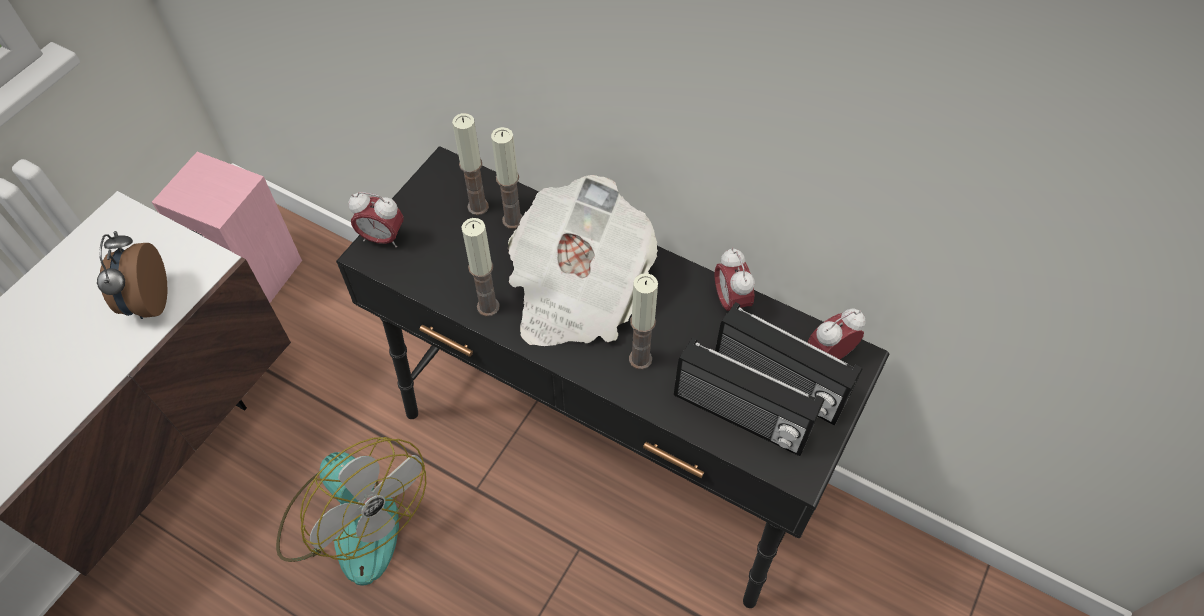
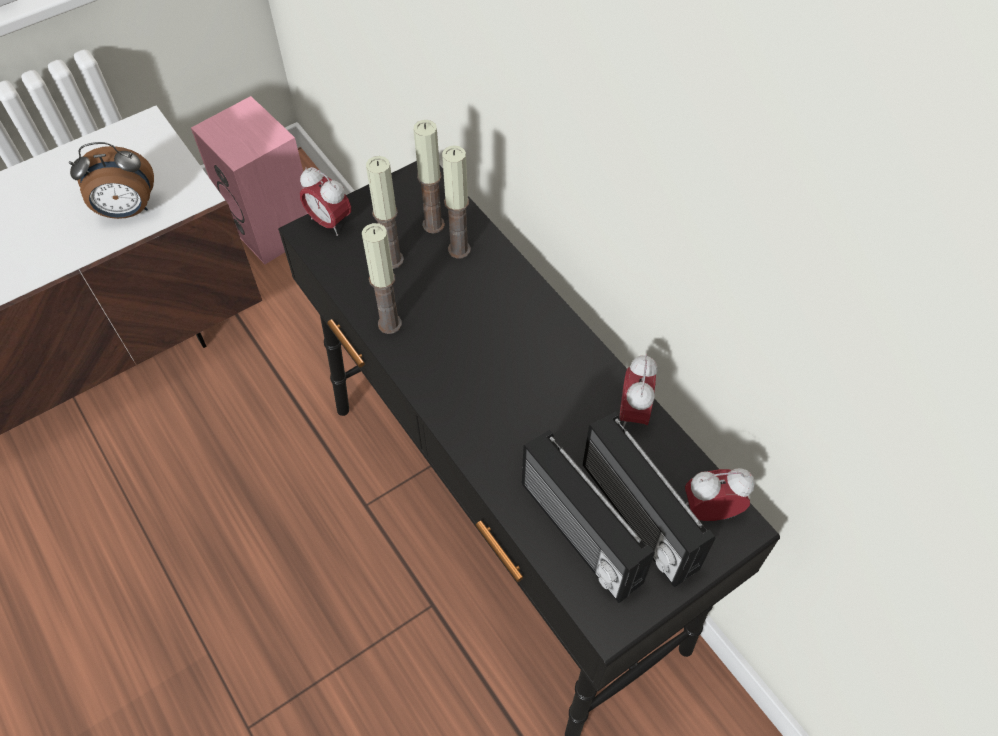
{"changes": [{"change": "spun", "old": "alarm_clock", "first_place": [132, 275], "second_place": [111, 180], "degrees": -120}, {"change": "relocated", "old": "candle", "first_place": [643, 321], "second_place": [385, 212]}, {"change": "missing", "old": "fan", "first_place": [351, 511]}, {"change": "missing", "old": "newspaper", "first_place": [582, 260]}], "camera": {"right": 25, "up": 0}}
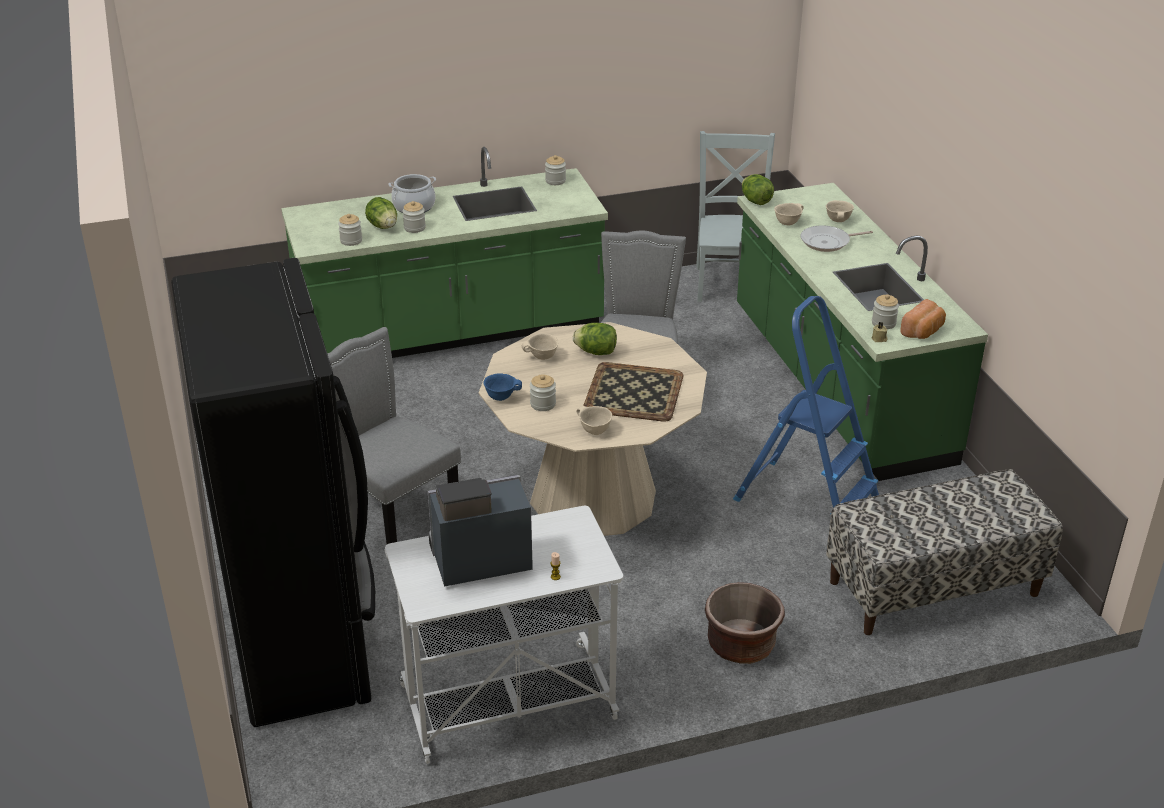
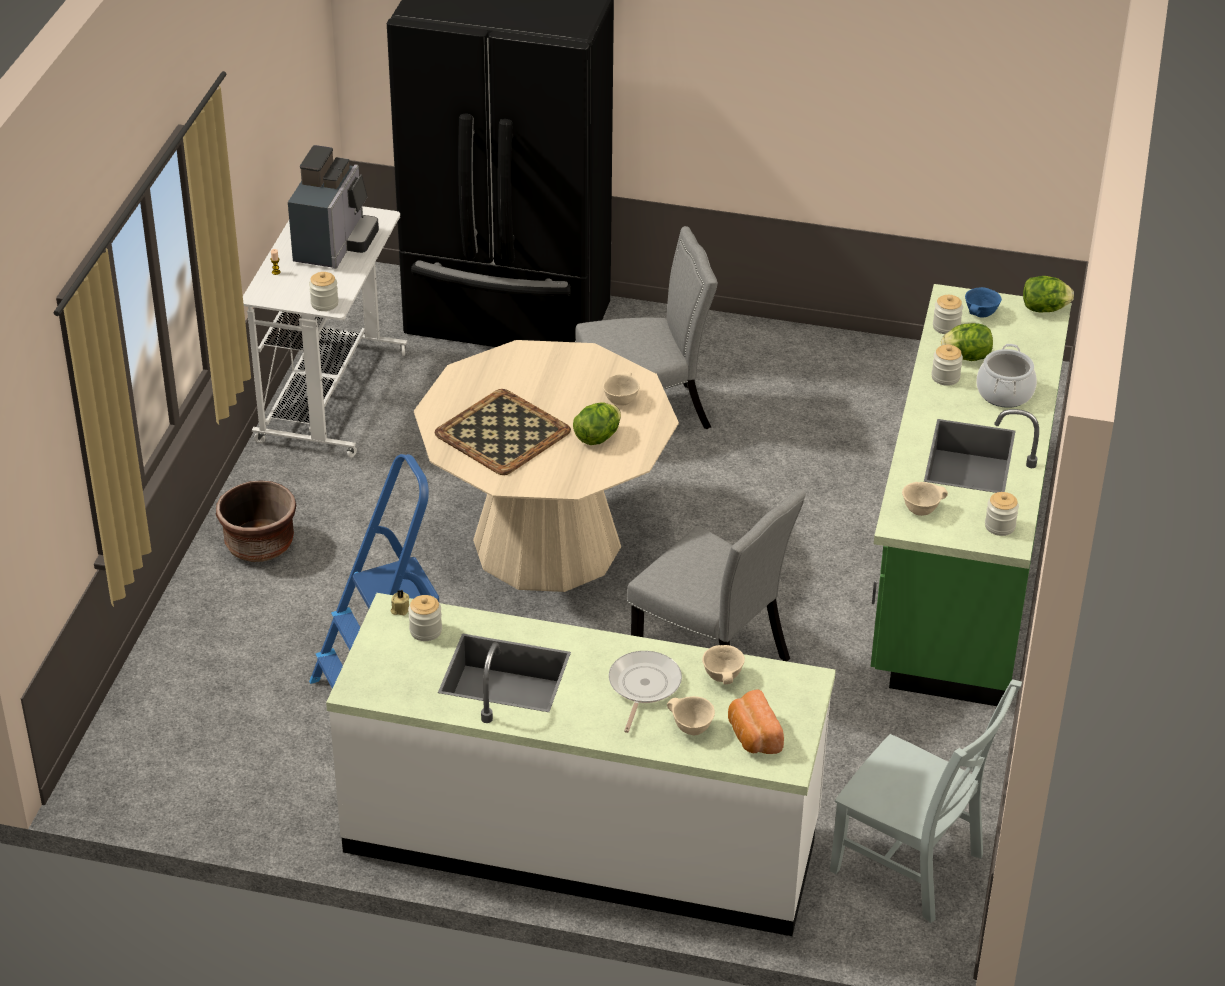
{"changes": [{"change": "relocated", "old": "jar", "first_place": [543, 392], "second_place": [324, 291]}, {"change": "colour", "old": "green_counter", "new": "white_counter", "first_place": [862, 332], "second_place": [581, 764]}, {"change": "relocated", "old": "bread", "first_place": [923, 319], "second_place": [756, 721]}, {"change": "relocated", "old": "beige_bowl", "first_place": [594, 420], "second_place": [925, 499]}, {"change": "relocated", "old": "blue_bowl", "first_place": [502, 387], "second_place": [983, 302]}, {"change": "relocated", "old": "lettuce", "first_place": [758, 189], "second_place": [1048, 294]}, {"change": "missing", "old": "bench", "first_place": [944, 552]}], "camera": {"right": 120, "up": 5}}
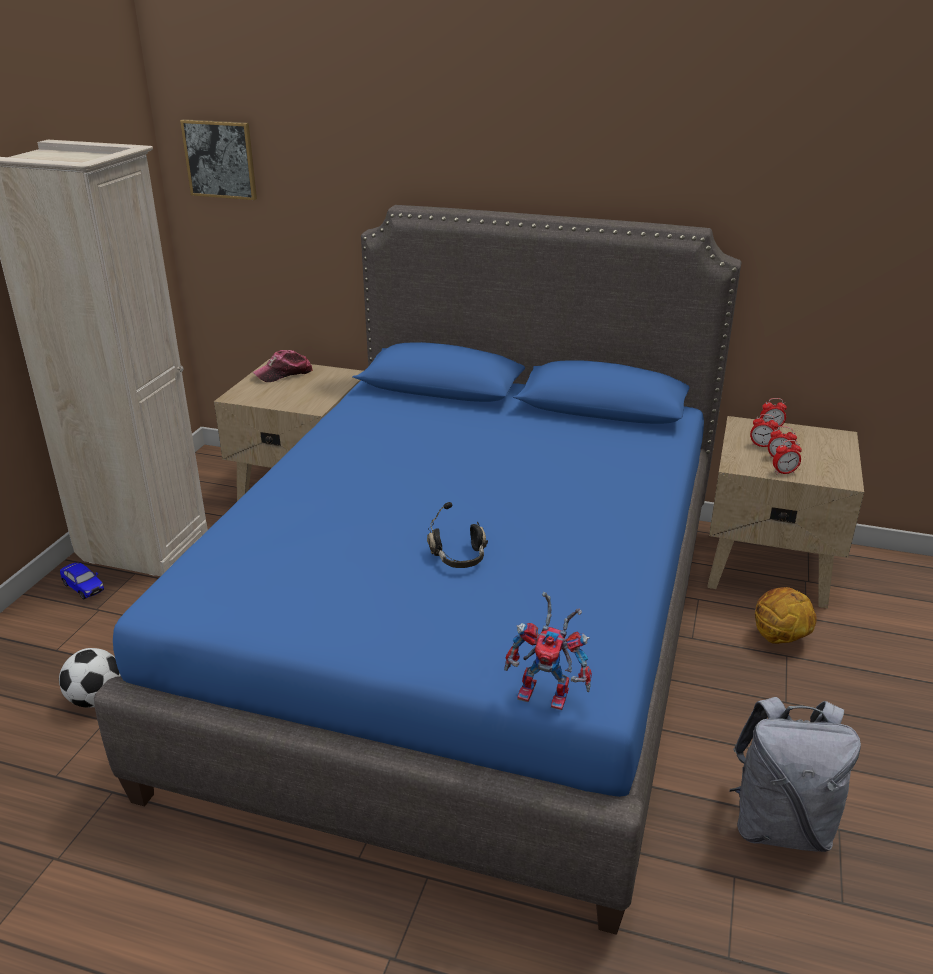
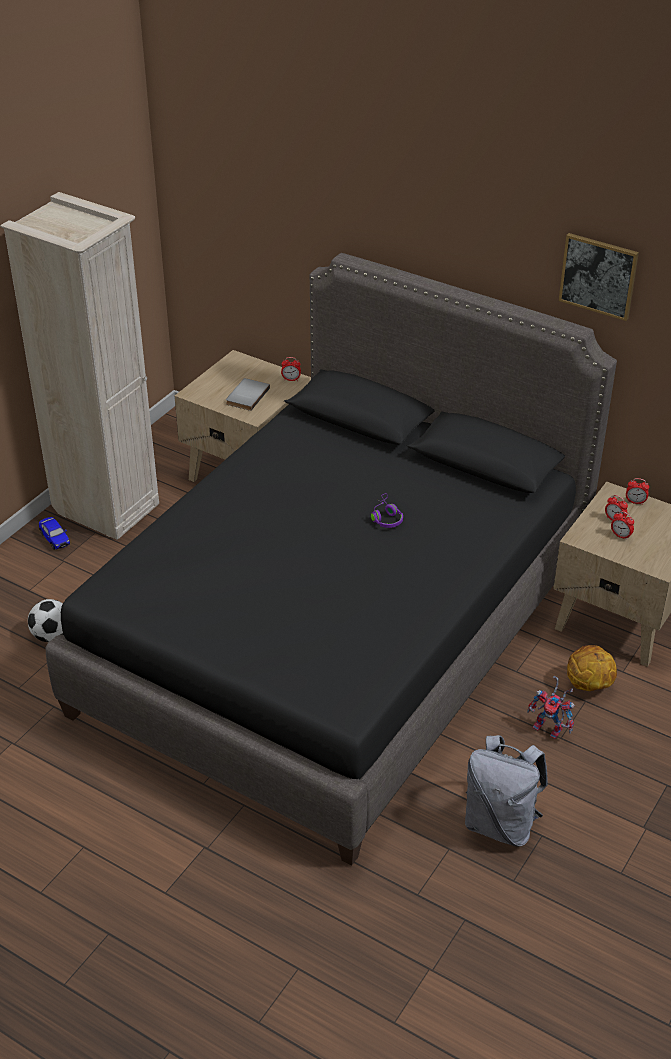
{"changes": [{"change": "colour", "old": "blue_bed", "new": "black_bed", "first_place": [418, 570], "second_place": [331, 559]}, {"change": "appeared", "new": "grey_book", "second_place": [248, 394]}, {"change": "relocated", "old": "alarm_clock", "first_place": [787, 457], "second_place": [291, 369]}, {"change": "appeared", "new": "purple_headphones", "second_place": [387, 510]}, {"change": "relocated", "old": "toy_robot", "first_place": [548, 651], "second_place": [551, 707]}, {"change": "relocated", "old": "picture", "first_place": [218, 159], "second_place": [599, 277]}, {"change": "missing", "old": "cap", "first_place": [283, 366]}, {"change": "missing", "old": "black_headphones", "first_place": [457, 535]}], "camera": {"right": 15, "up": 10}}
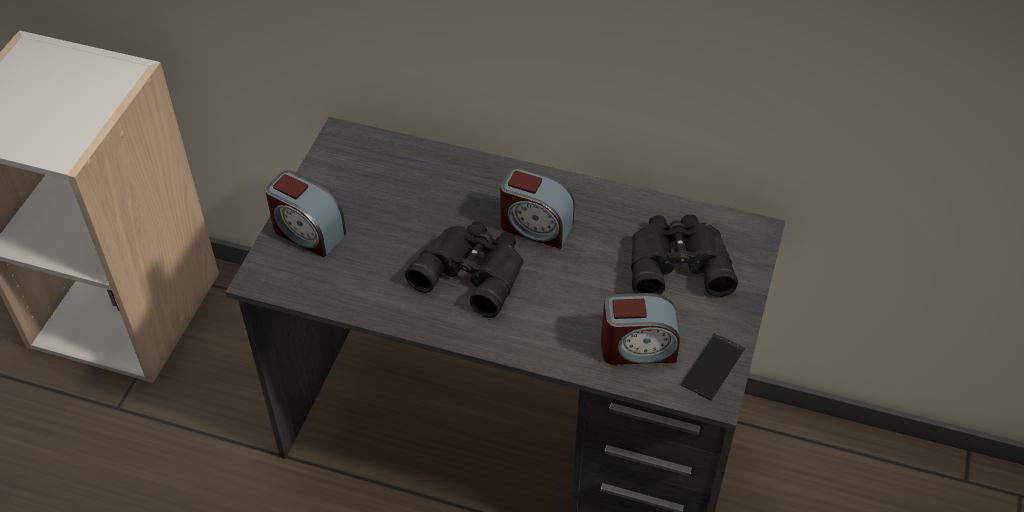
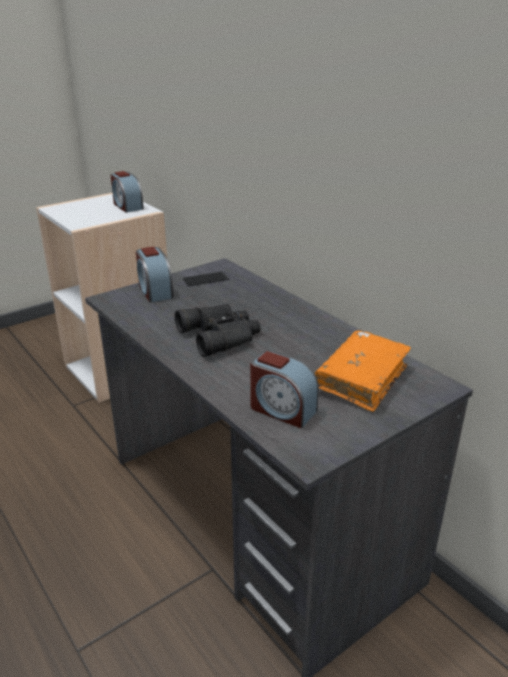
{"changes": [{"change": "relocated", "old": "alarm_clock", "first_place": [537, 208], "second_place": [127, 192]}, {"change": "relocated", "old": "phone", "first_place": [712, 367], "second_place": [206, 279]}, {"change": "exchanged", "old": "black_binoculars", "new": "orange_book", "first_place": [684, 255], "second_place": [362, 371]}], "camera": {"right": 35, "up": -20}}
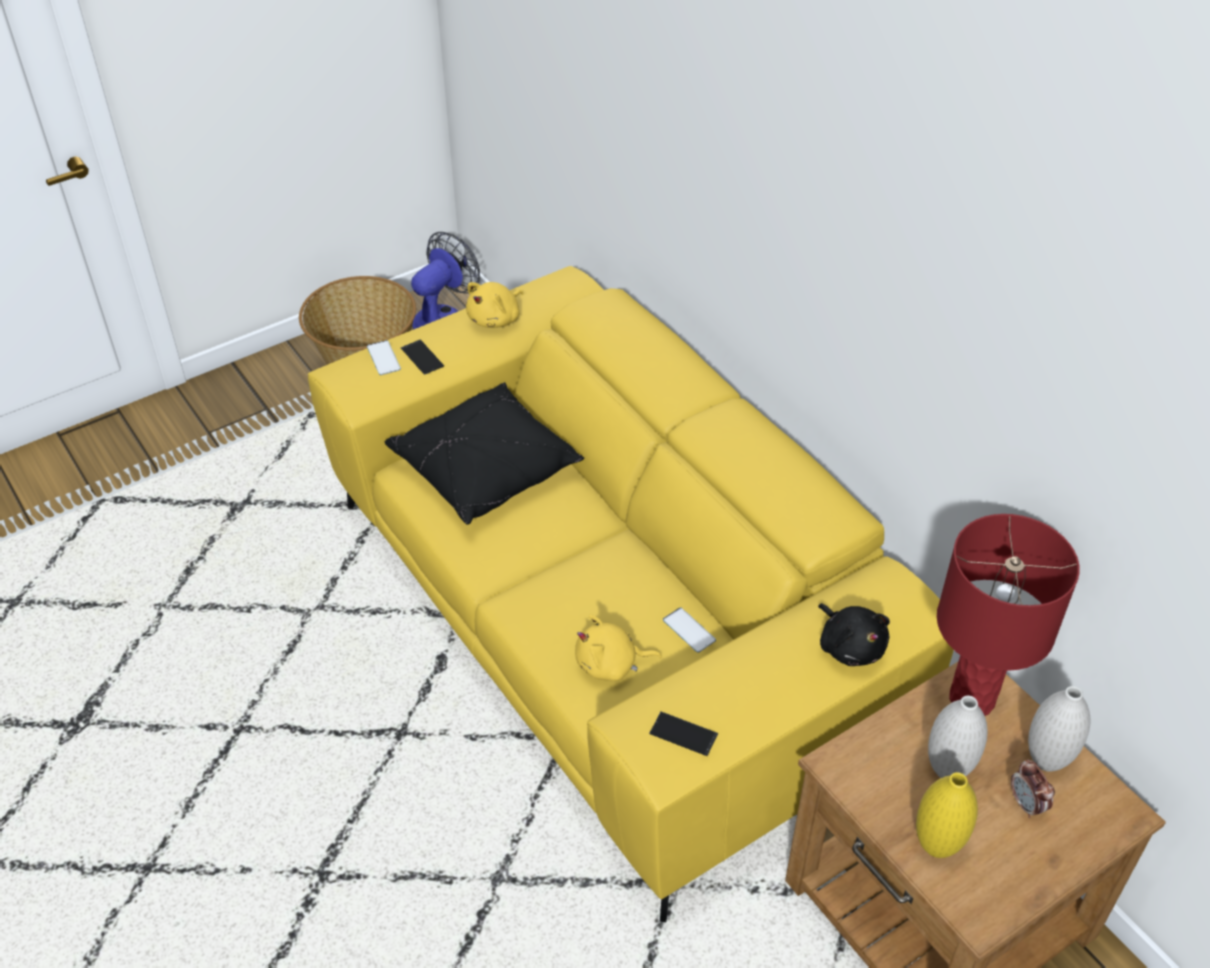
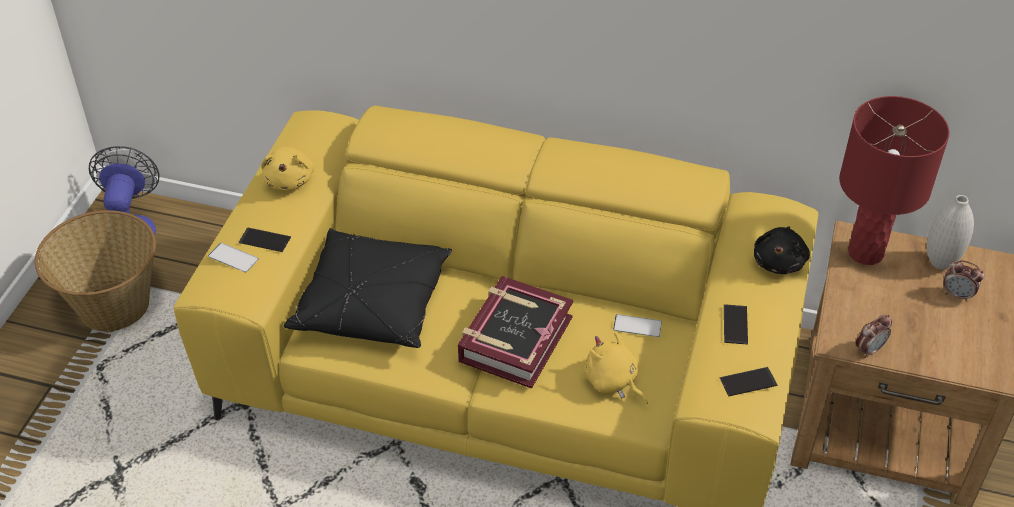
{"changes": [{"change": "appeared", "new": "book", "second_place": [515, 332]}, {"change": "spun", "old": "yellow_plush_toy", "first_place": [618, 648], "second_place": [616, 368], "degrees": 90}, {"change": "appeared", "new": "phone", "second_place": [736, 324]}, {"change": "spun", "old": "black_plush_toy", "first_place": [854, 634], "second_place": [782, 250], "degrees": 90}, {"change": "appeared", "new": "alarm_clock", "second_place": [873, 336]}, {"change": "missing", "old": "yellow_vase", "first_place": [947, 815]}, {"change": "missing", "old": "white_vase", "first_place": [958, 737]}], "camera": {"right": -40, "up": 0}}
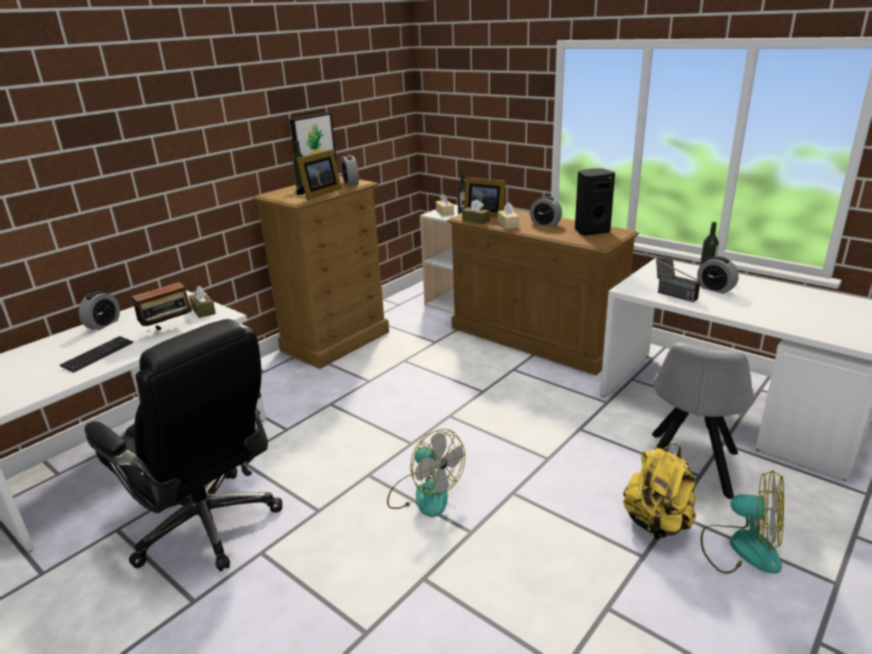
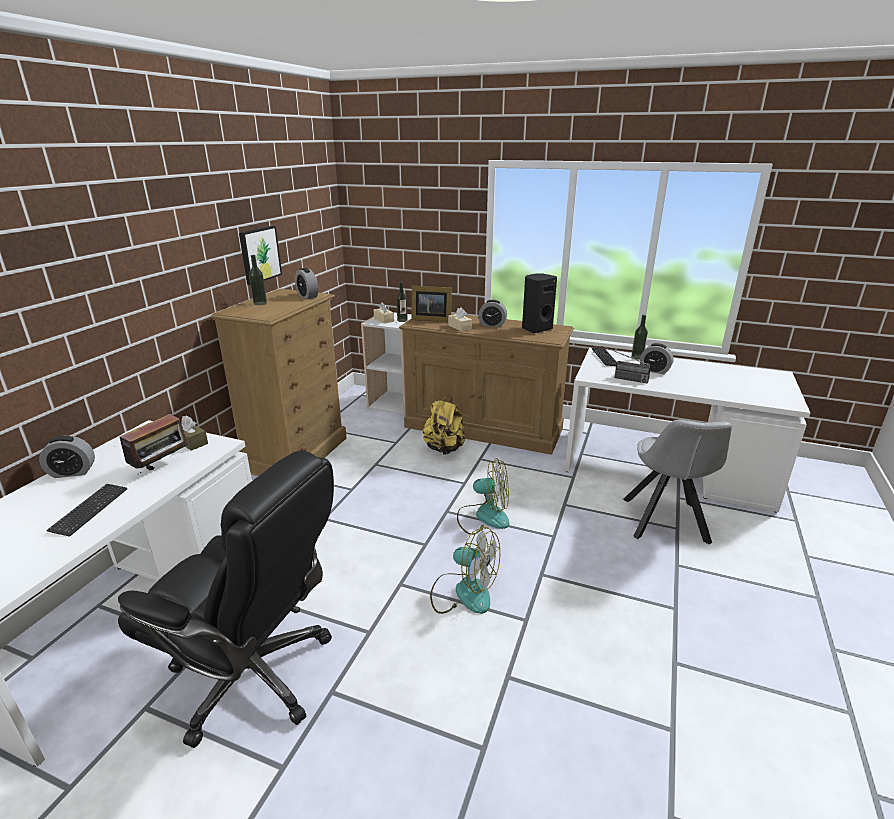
{"changes": [{"change": "spun", "old": "alarm_clock", "first_place": [99, 310], "second_place": [67, 457], "degrees": 75}, {"change": "relocated", "old": "yellow_backpack", "first_place": [659, 492], "second_place": [444, 425]}, {"change": "relocated", "old": "fan", "first_place": [742, 522], "second_place": [483, 496]}, {"change": "missing", "old": "picture_frame", "first_place": [319, 174]}, {"change": "missing", "old": "brown_tissue_box", "first_place": [476, 212]}], "camera": {"right": -20, "up": 0}}
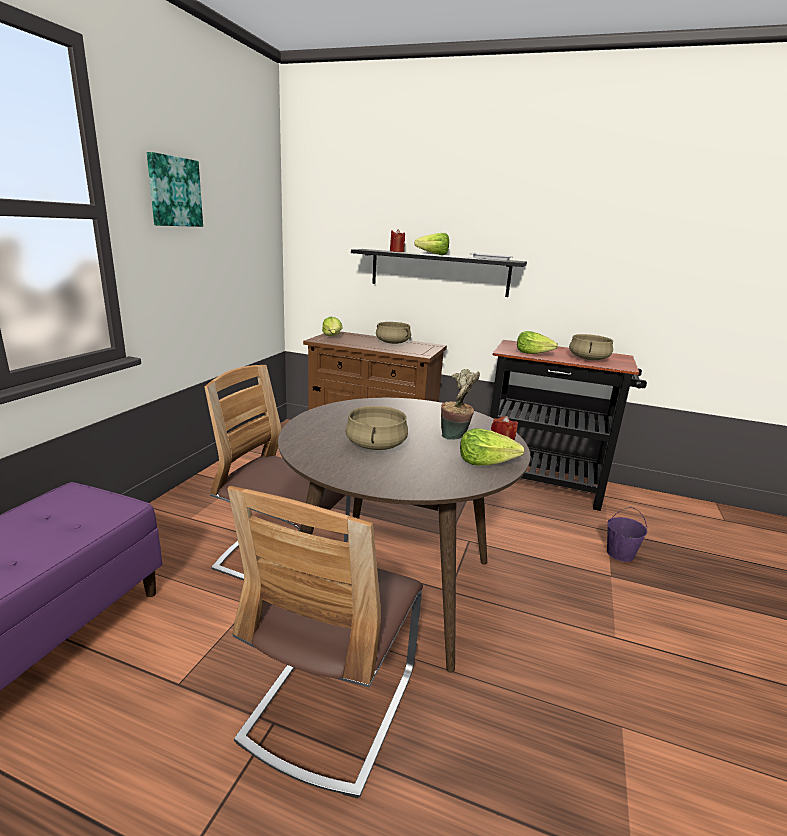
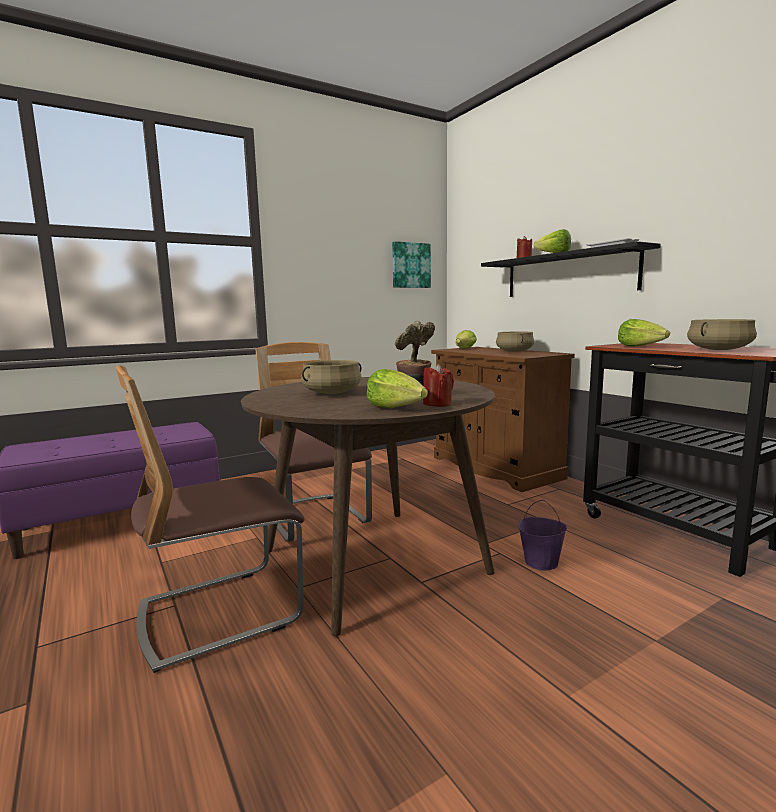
{"changes": [{"change": "relocated", "old": "picture", "first_place": [175, 189], "second_place": [411, 264]}, {"change": "relocated", "old": "purple_bucket", "first_place": [627, 534], "second_place": [542, 535]}], "camera": {"right": 40, "up": -10}}
